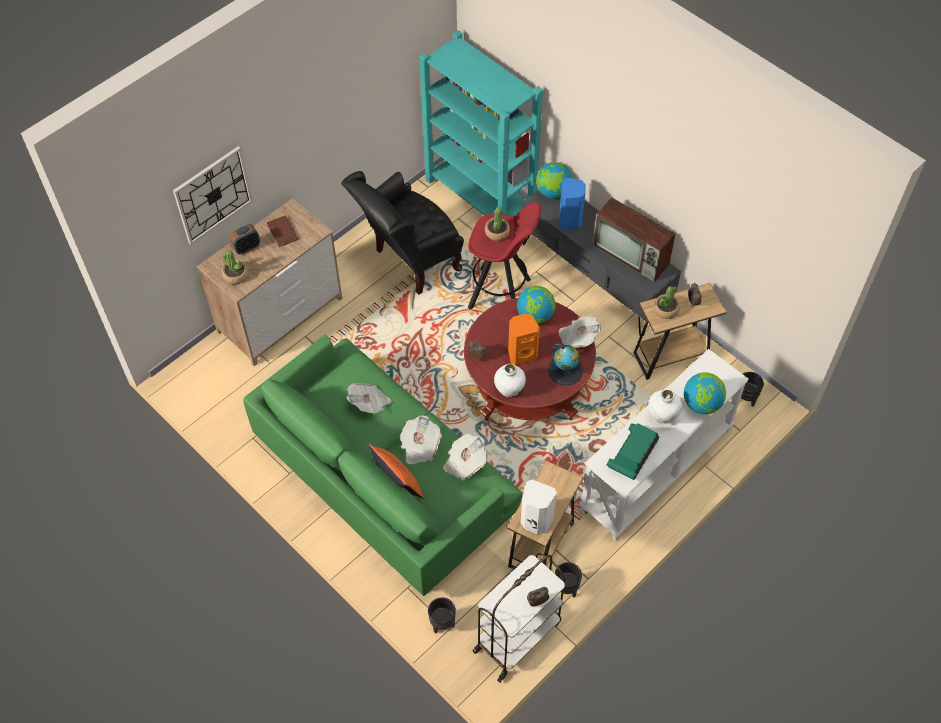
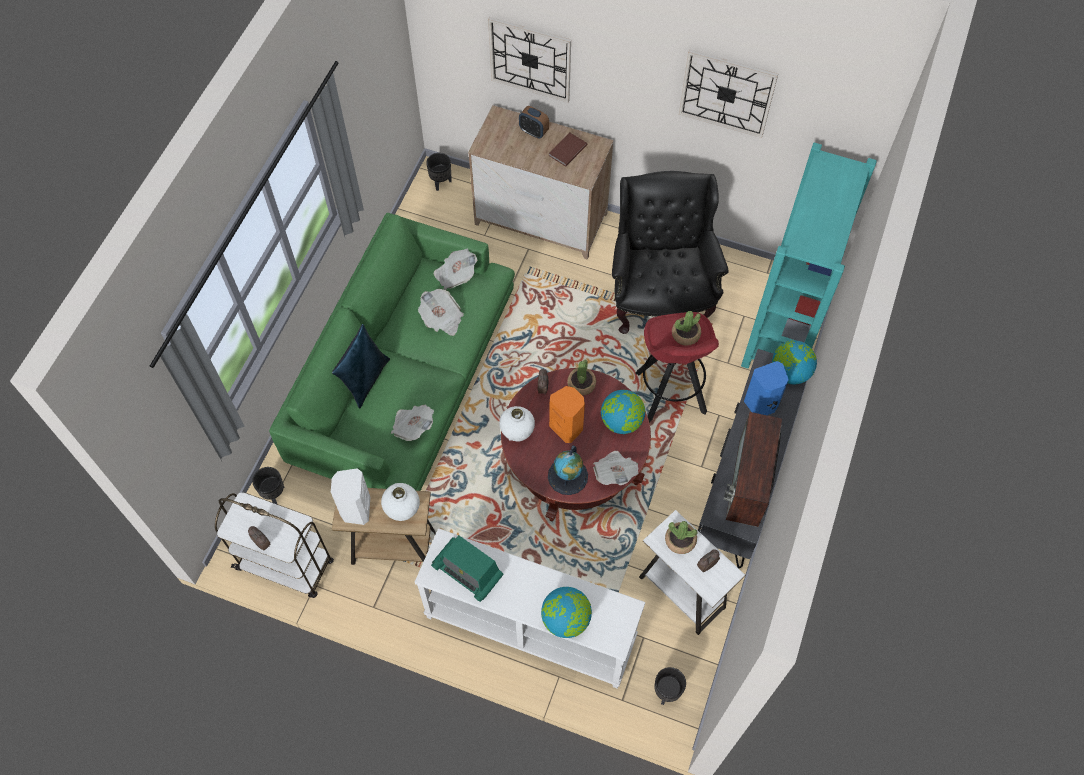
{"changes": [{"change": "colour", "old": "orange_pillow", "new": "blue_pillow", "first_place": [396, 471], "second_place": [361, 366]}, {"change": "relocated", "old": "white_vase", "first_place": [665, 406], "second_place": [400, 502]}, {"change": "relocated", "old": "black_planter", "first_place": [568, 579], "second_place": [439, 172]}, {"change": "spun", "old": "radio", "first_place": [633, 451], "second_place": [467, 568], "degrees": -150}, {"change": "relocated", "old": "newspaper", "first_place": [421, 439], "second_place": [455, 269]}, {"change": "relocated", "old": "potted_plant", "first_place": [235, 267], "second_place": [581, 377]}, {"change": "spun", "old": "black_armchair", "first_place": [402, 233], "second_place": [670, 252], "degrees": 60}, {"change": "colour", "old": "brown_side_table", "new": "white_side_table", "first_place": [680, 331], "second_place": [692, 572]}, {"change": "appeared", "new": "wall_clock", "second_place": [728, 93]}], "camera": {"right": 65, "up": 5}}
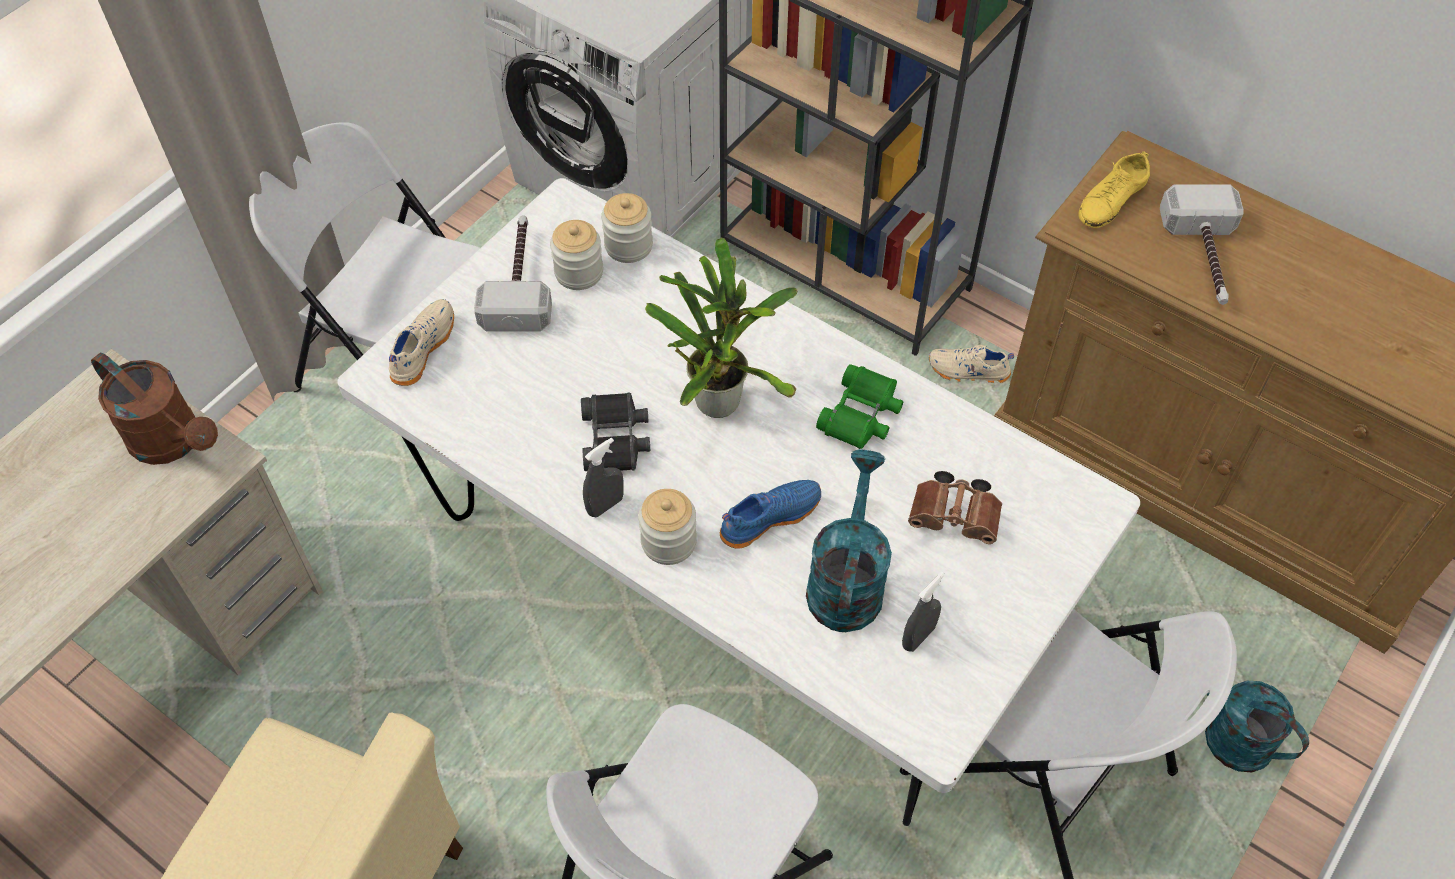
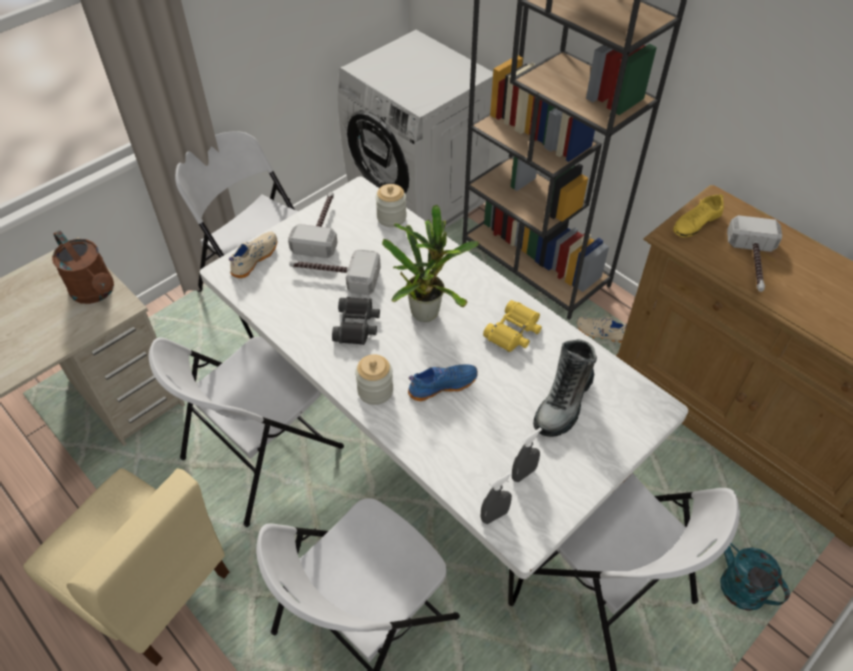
{"changes": [{"change": "appeared", "new": "white_chair", "second_place": [246, 431]}, {"change": "appeared", "new": "hammer", "second_place": [335, 272]}, {"change": "relocated", "old": "grey_spray_bottle", "first_place": [603, 477], "second_place": [496, 498]}, {"change": "colour", "old": "green_binoculars", "new": "yellow_binoculars", "first_place": [859, 406], "second_place": [512, 326]}, {"change": "exchanged", "old": "brown_binoculars", "new": "boot", "first_place": [955, 507], "second_place": [565, 388]}, {"change": "missing", "old": "jar", "first_place": [576, 255]}, {"change": "missing", "old": "turquoise_watering_can", "first_place": [849, 540]}], "camera": {"right": 10, "up": -5}}
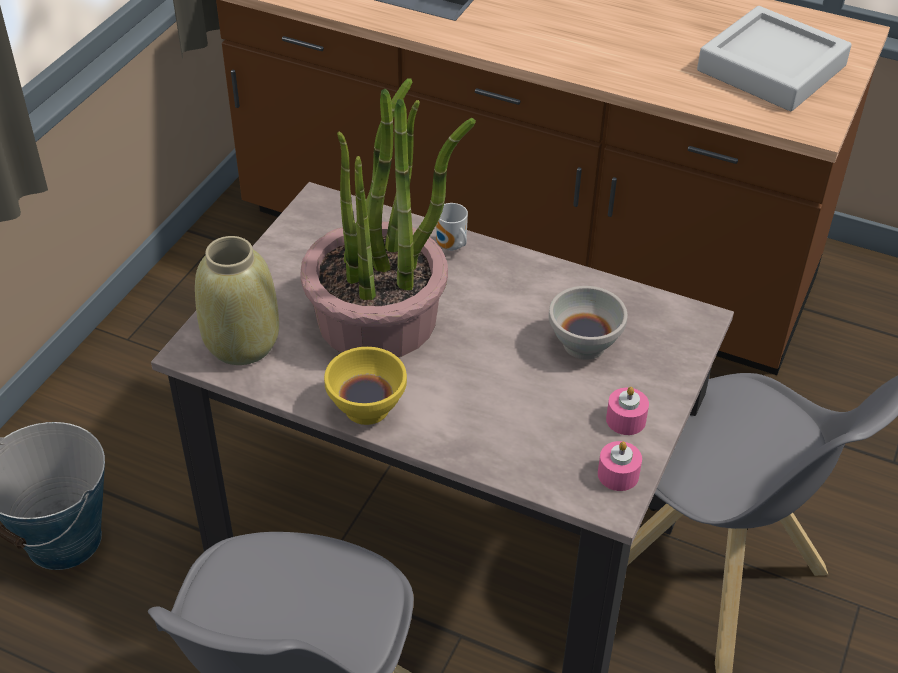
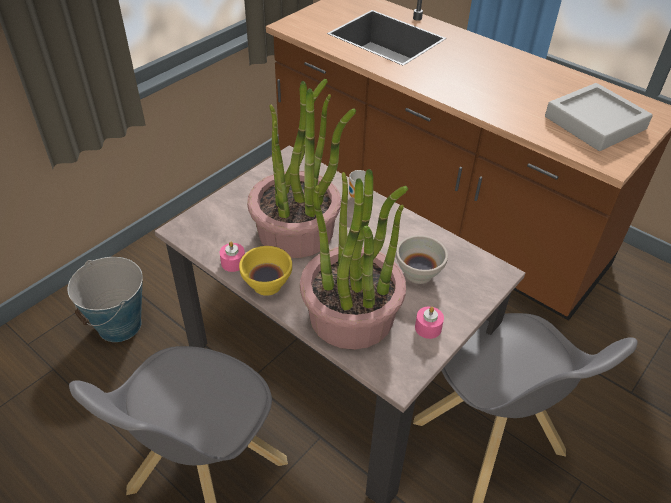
{"changes": [{"change": "relocated", "old": "pink_candle", "first_place": [620, 466], "second_place": [232, 257]}, {"change": "appeared", "new": "potted_plant", "second_place": [354, 259]}, {"change": "missing", "old": "beige_vase", "first_place": [237, 300]}], "camera": {"right": 15, "up": 0}}
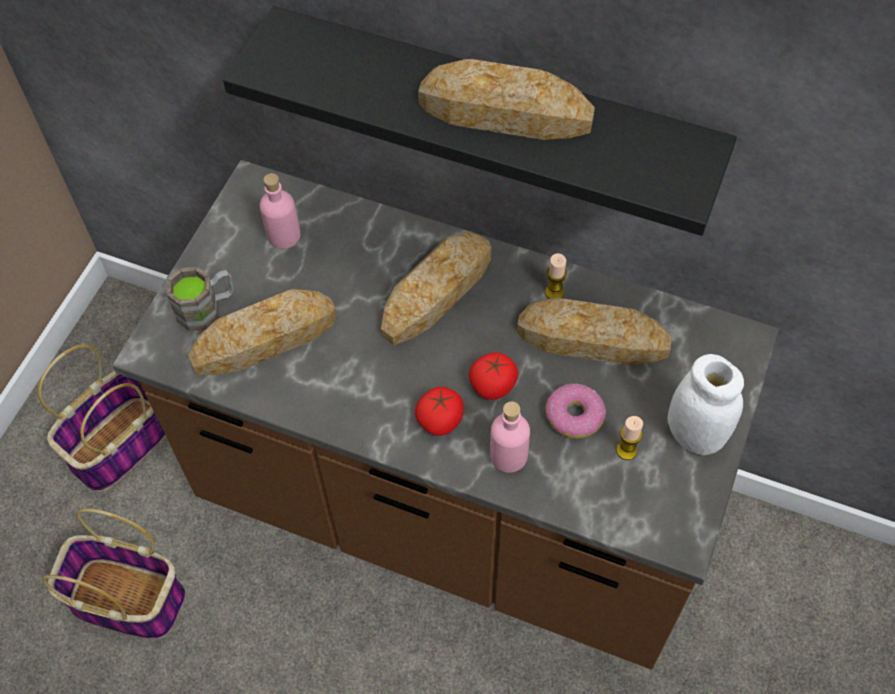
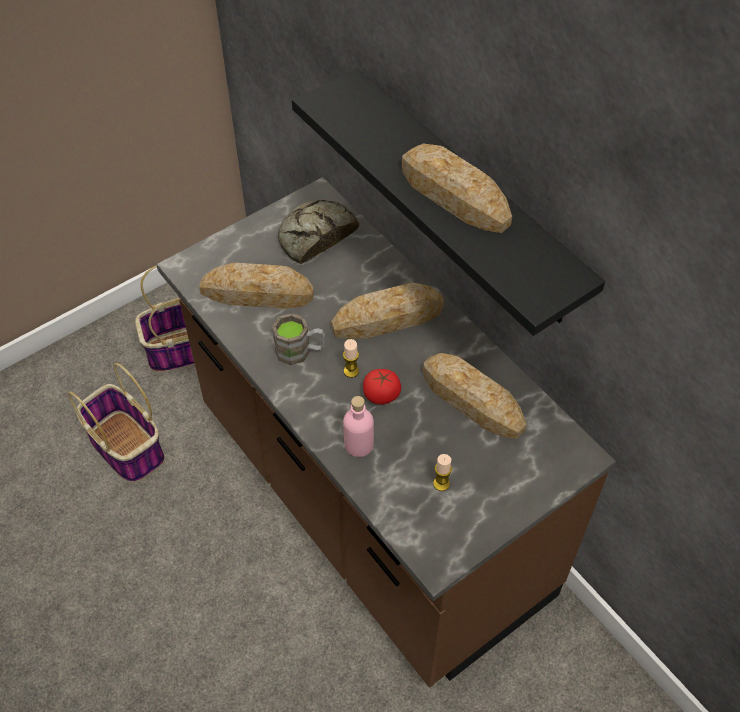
{"changes": [{"change": "relocated", "old": "brown_mug", "first_place": [200, 299], "second_place": [298, 339]}, {"change": "exchanged", "old": "pink_bottle", "new": "bread", "first_place": [280, 211], "second_place": [318, 232]}, {"change": "relocated", "old": "candle", "first_place": [556, 276], "second_place": [351, 358]}, {"change": "missing", "old": "tomato", "first_place": [439, 411]}, {"change": "missing", "old": "donut", "first_place": [575, 411]}, {"change": "missing", "old": "white_jar", "first_place": [705, 405]}], "camera": {"right": 30, "up": -5}}
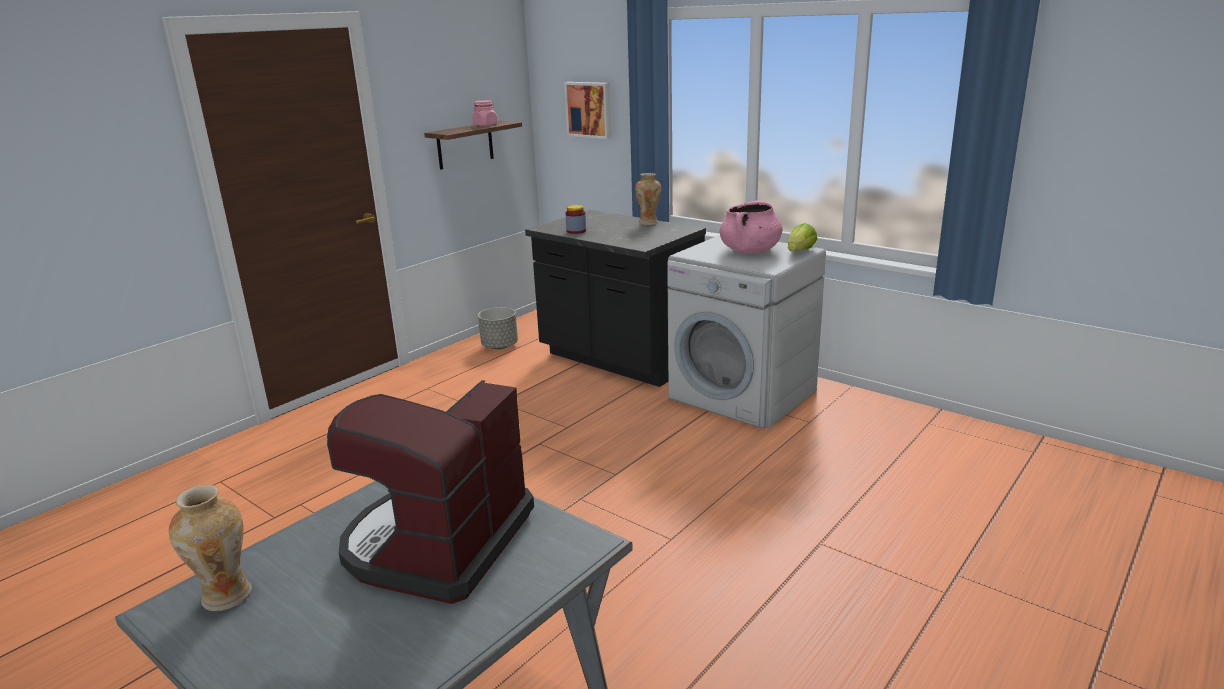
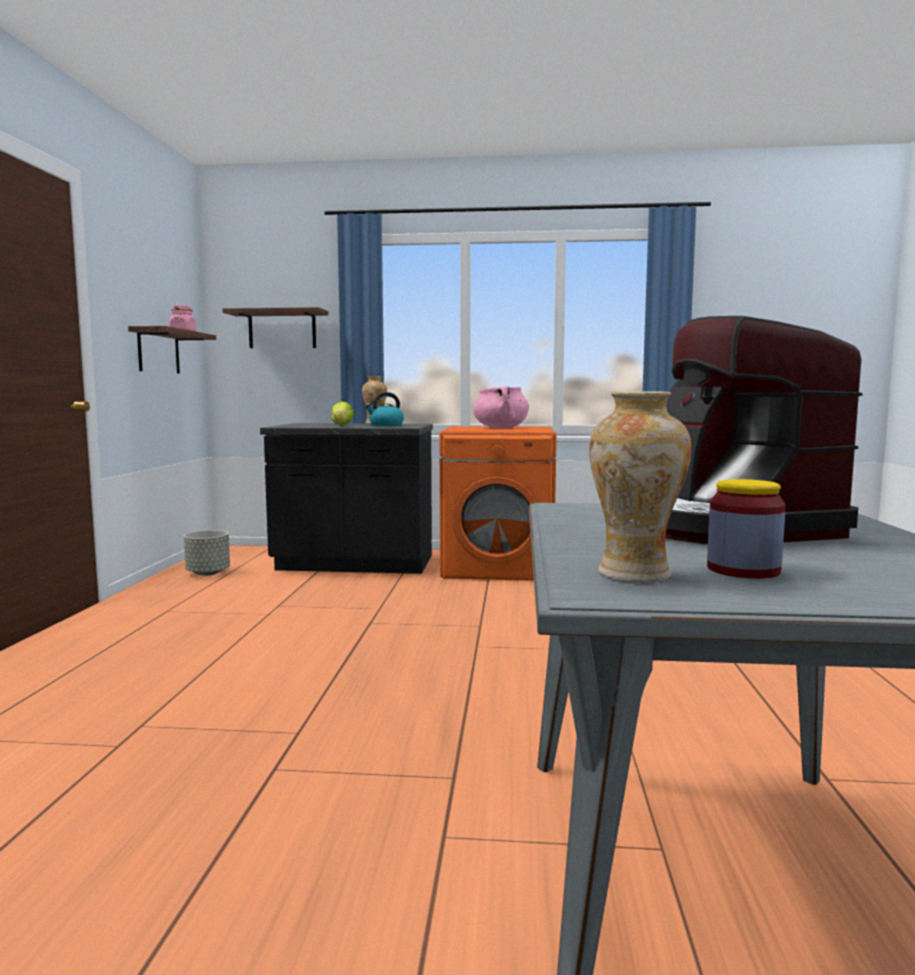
{"changes": [{"change": "exchanged", "old": "picture", "new": "shelf", "first_place": [587, 110], "second_place": [275, 327]}, {"change": "relocated", "old": "lettuce", "first_place": [802, 237], "second_place": [342, 413]}, {"change": "appeared", "new": "kettle", "second_place": [384, 409]}, {"change": "colour", "old": "white_washing_machine", "new": "orange_washing_machine", "first_place": [746, 332], "second_place": [498, 503]}, {"change": "relocated", "old": "jar", "first_place": [576, 219], "second_place": [746, 529]}], "camera": {"right": -35, "up": -15}}
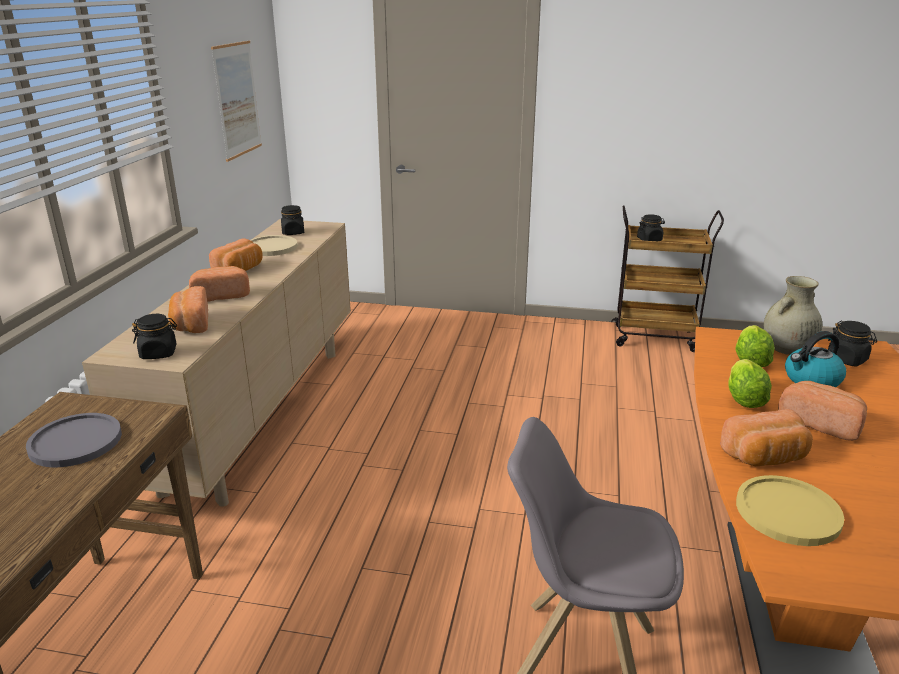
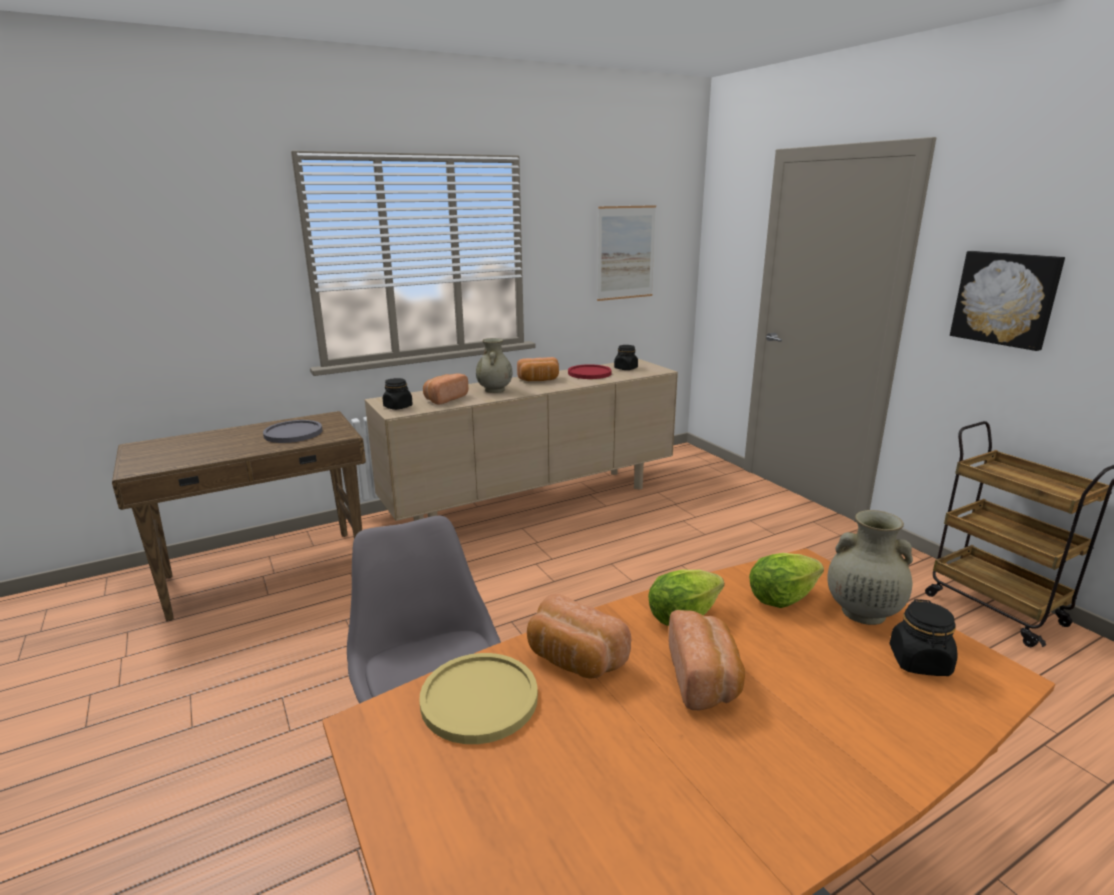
{"changes": [{"change": "exchanged", "old": "bread", "new": "beige_vase", "first_place": [219, 284], "second_place": [494, 365]}, {"change": "colour", "old": "beige_plate", "new": "red_plate", "first_place": [274, 245], "second_place": [590, 371]}, {"change": "appeared", "new": "picture", "second_place": [1007, 301]}, {"change": "missing", "old": "black_jar", "first_place": [651, 227]}, {"change": "missing", "old": "kettle", "first_place": [815, 359]}], "camera": {"right": 50, "up": -5}}
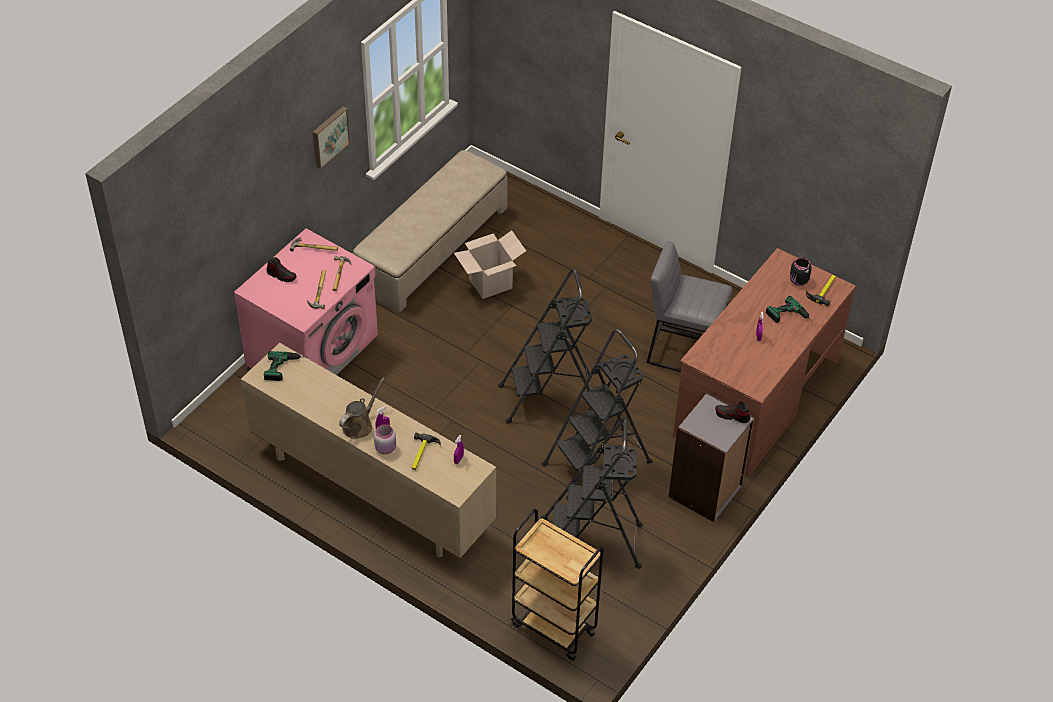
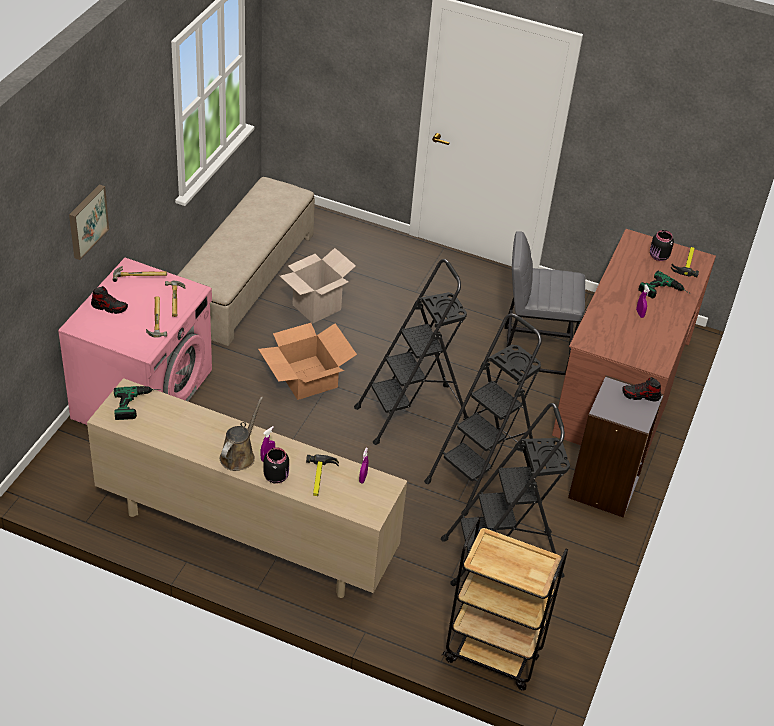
{"changes": [{"change": "relocated", "old": "picture", "first_place": [331, 138], "second_place": [89, 222]}, {"change": "appeared", "new": "cardboard_box", "second_place": [307, 361]}, {"change": "colour", "old": "pink_jar", "new": "black_jar", "first_place": [385, 439], "second_place": [276, 465]}], "camera": {"right": -15, "up": -5}}
